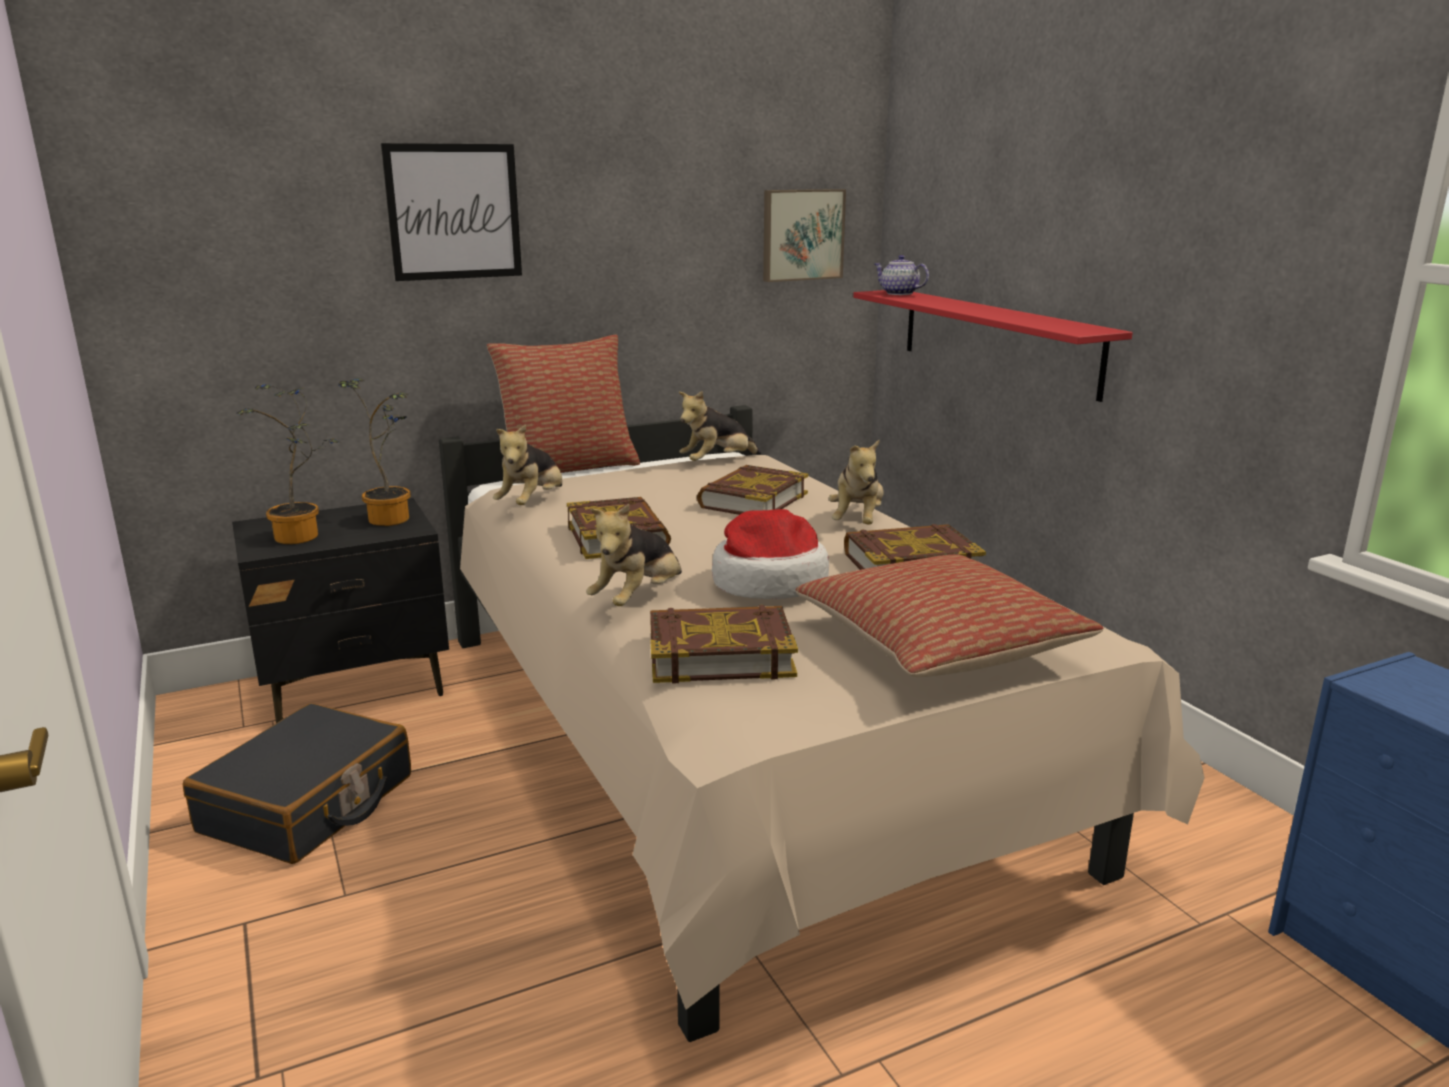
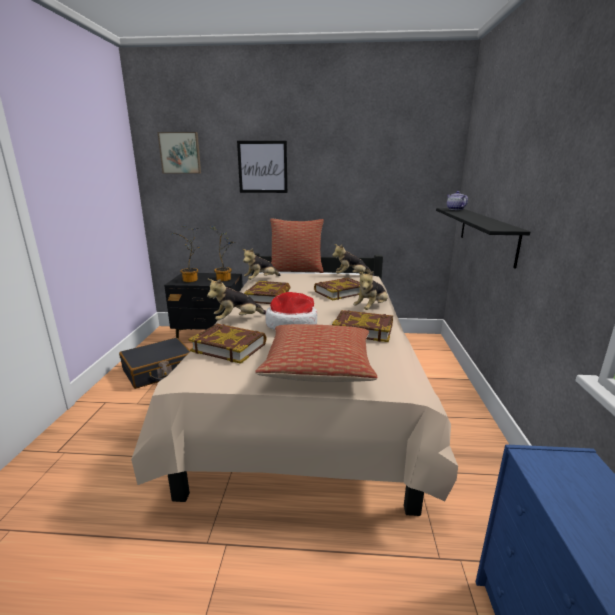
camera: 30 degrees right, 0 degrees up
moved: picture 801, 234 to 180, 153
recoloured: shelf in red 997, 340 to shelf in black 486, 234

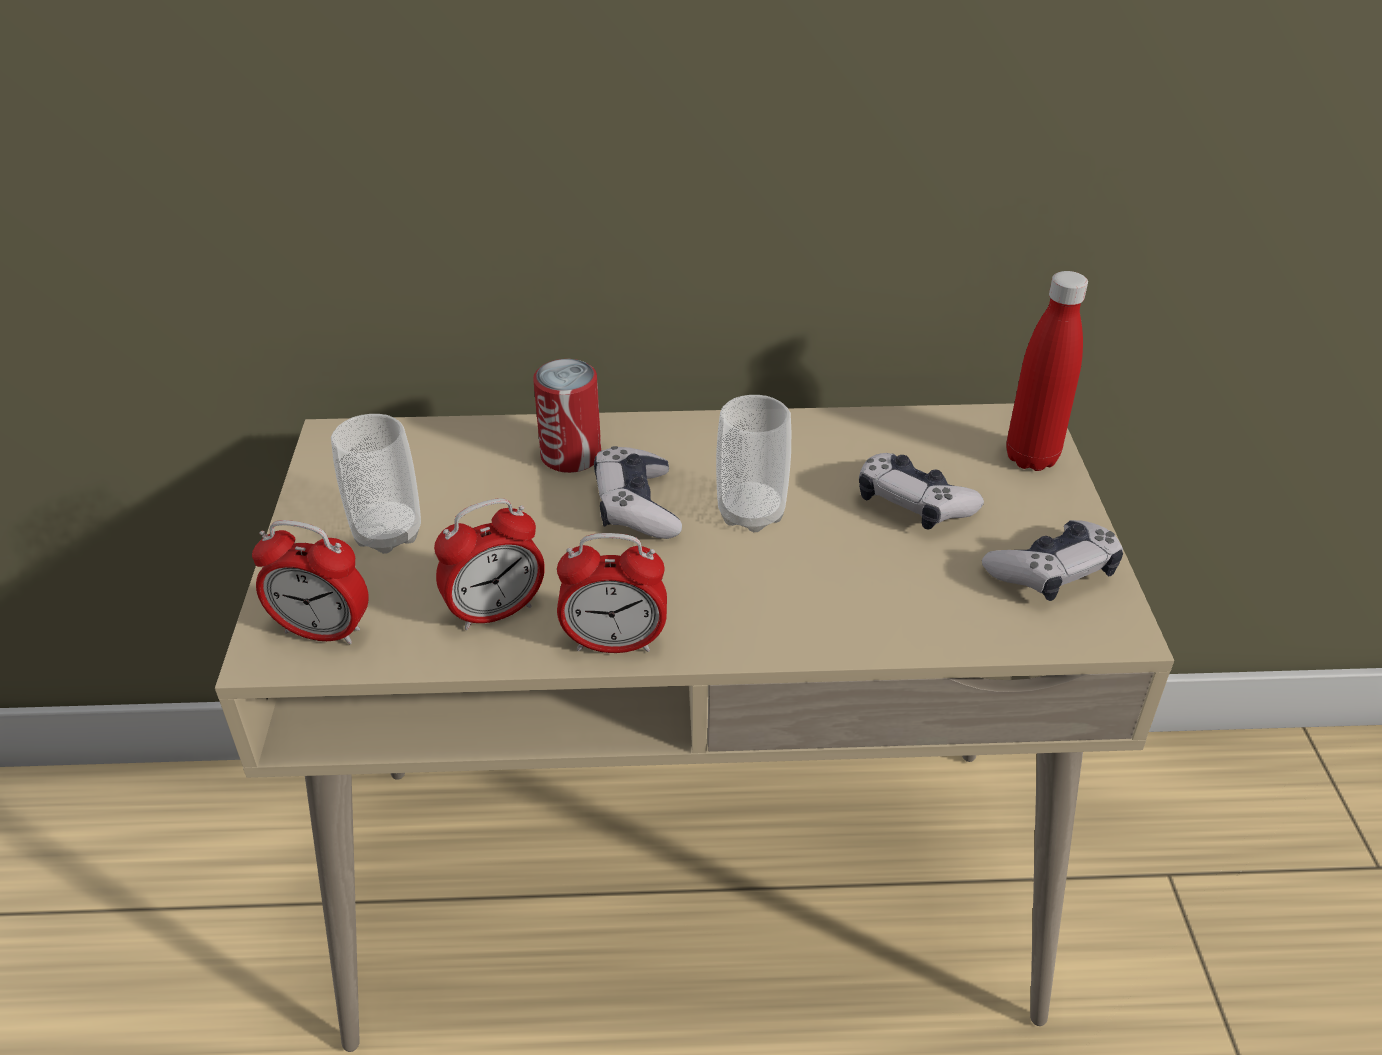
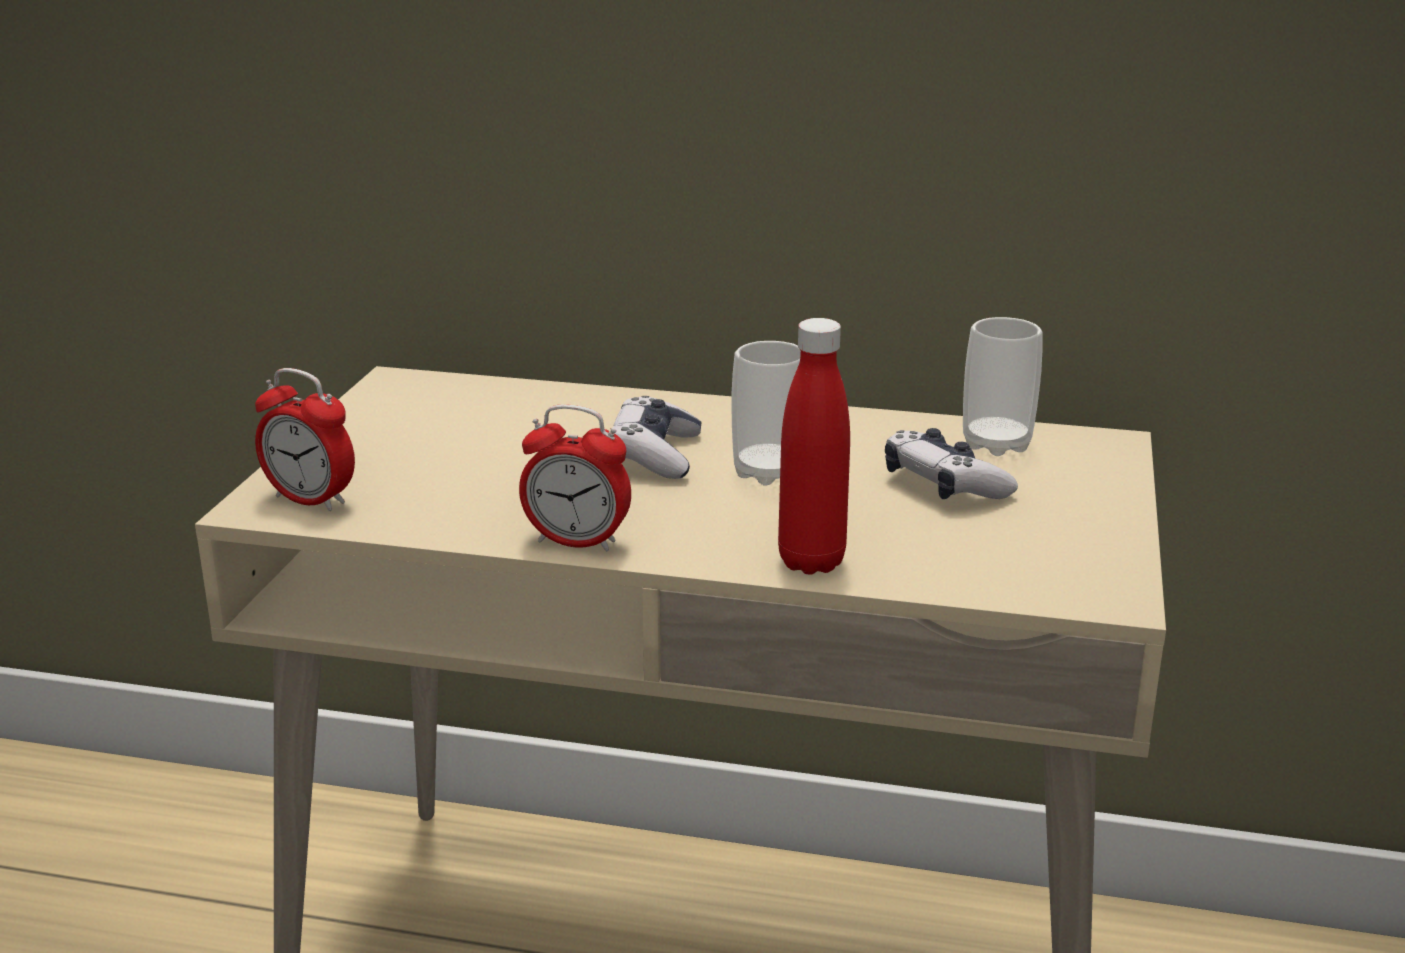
camera: 15 degrees right, 15 degrees down
removed: alarm clock 495, 612; can 571, 455; game controller 1052, 572
moved: bottle in red 1031, 458 to 811, 562; cup 387, 533 to 996, 444

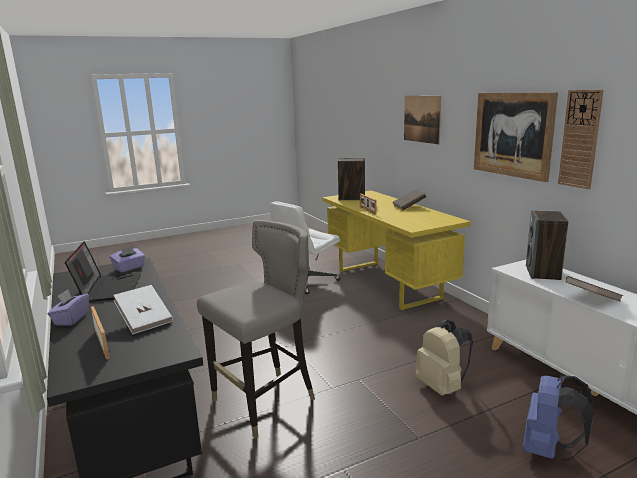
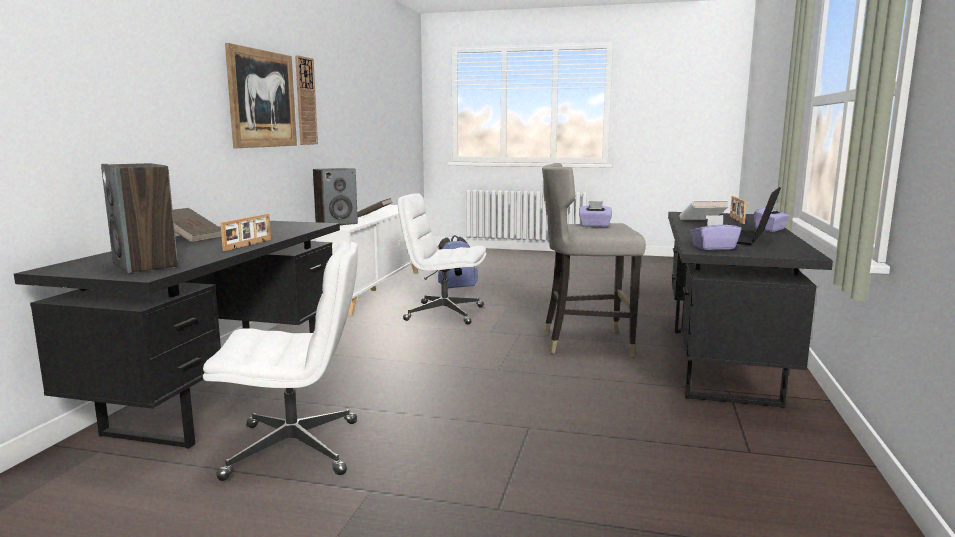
camera: 140 degrees left, 5 degrees down
removed: picture 421, 119
added: tissue box in purple 594, 225
replaced: backpack in beige 442, 387 to office chair in white 443, 313
recoloured: desk in yellow 388, 284 to desk in black 224, 390

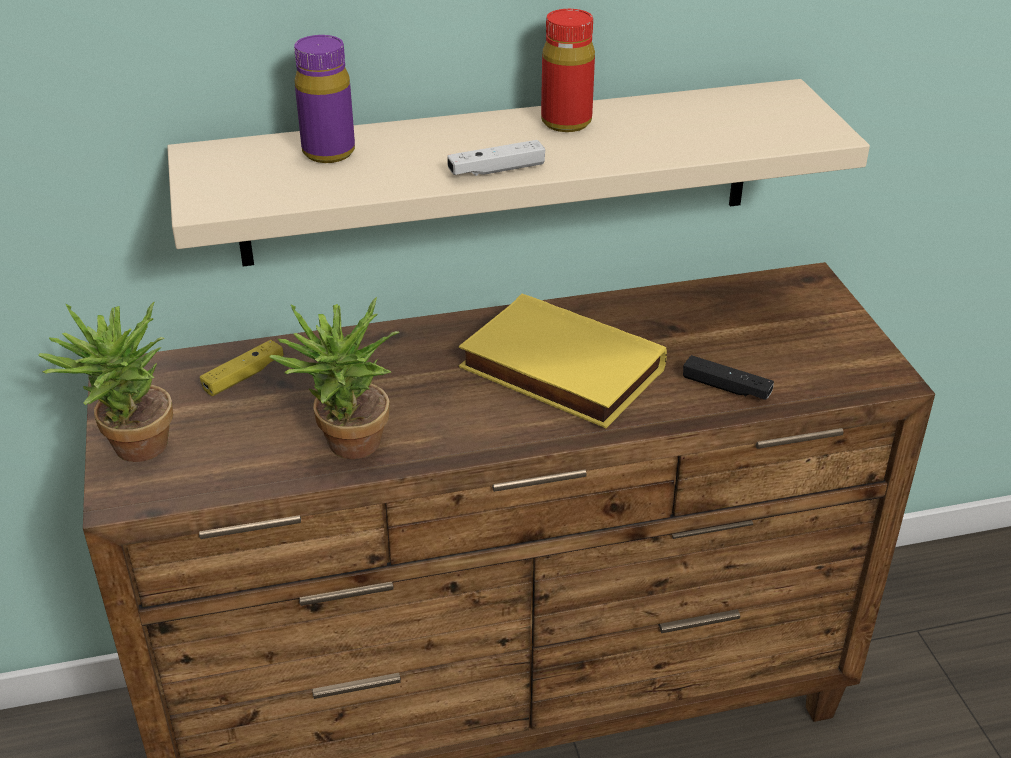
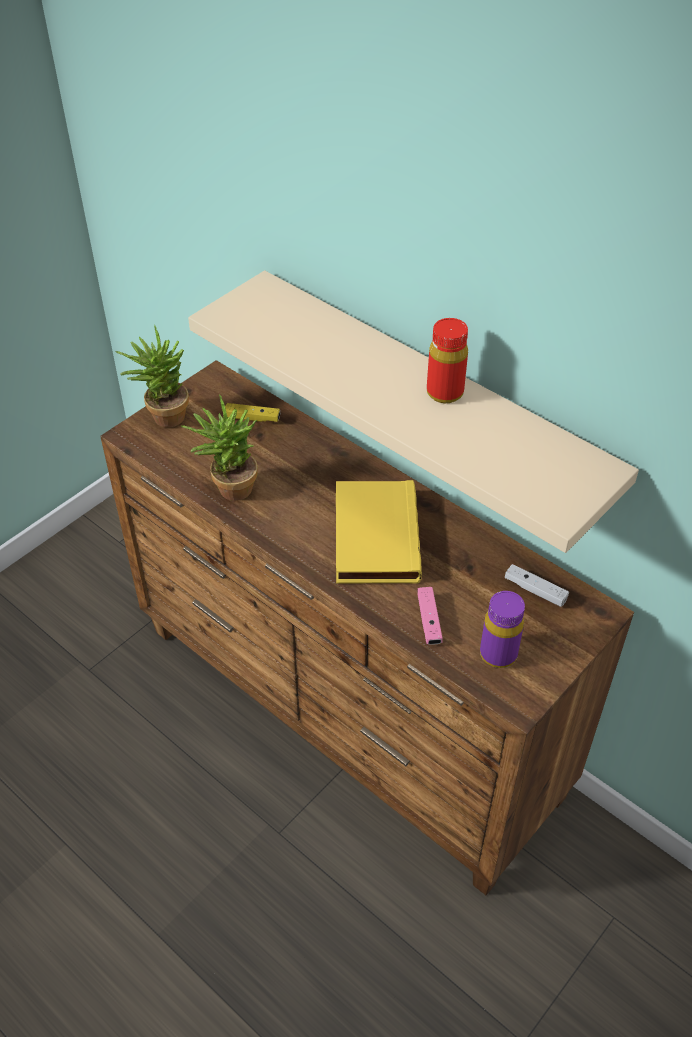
camera: 55 degrees right, 10 degrees up
moved: bottle in purple 328, 152 to 498, 654; game controller in white 496, 170 to 535, 590
recoloured: game controller in black 726, 387 to game controller in pink 429, 621

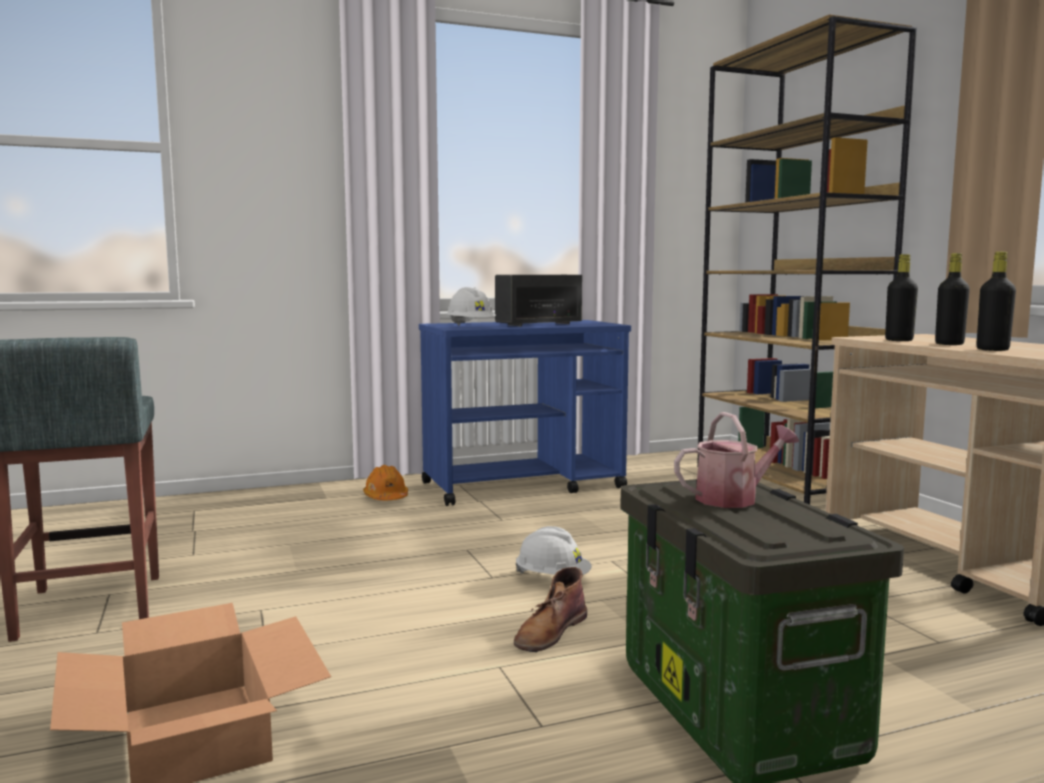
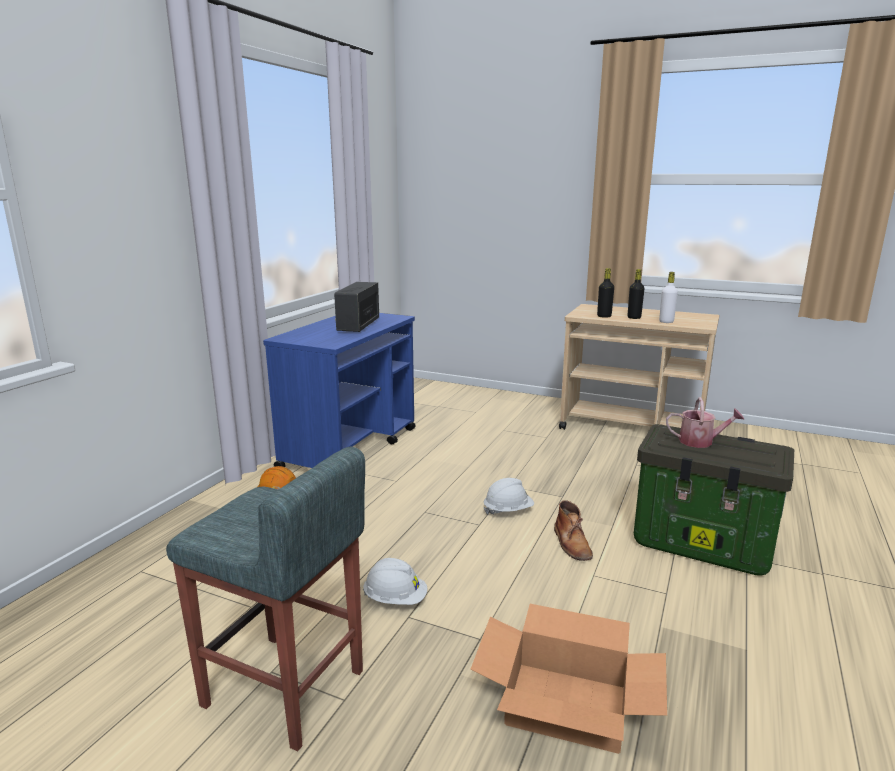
camera: 45 degrees left, 10 degrees up
removed: bookcase in brown 785, 482
moved: hard hat in white 471, 327 to 395, 599
recoloured: bottle in black 992, 350 to bottle in white 666, 322
turned: watering can 734, 498 = 700, 442 75 degrees clockwise

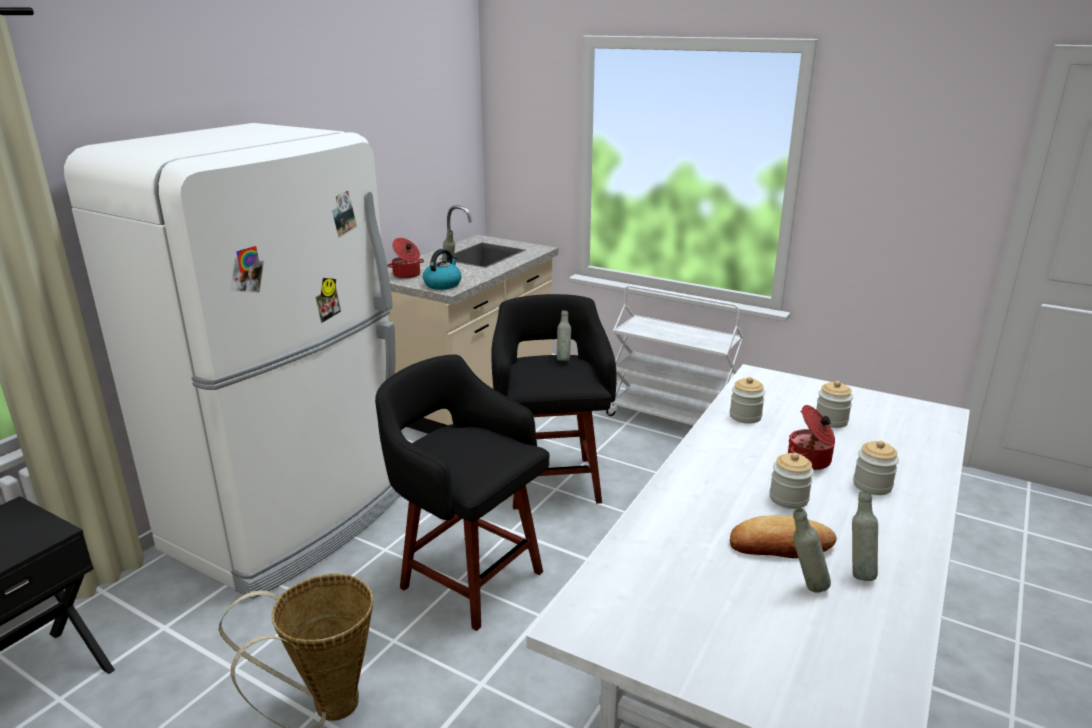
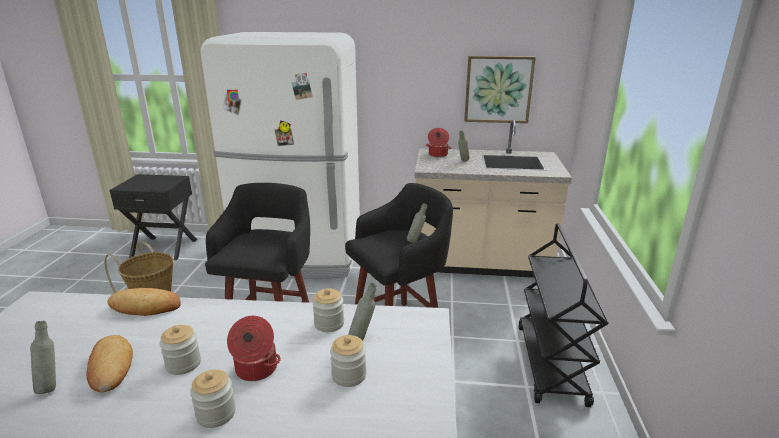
camera: 65 degrees right, 0 degrees up
removed: kettle 443, 284
added: bread 145, 306; picture 498, 89
moved: bottle in grey 858, 572 to 363, 338
recoloured: cart in white 671, 420 to cart in black 551, 365

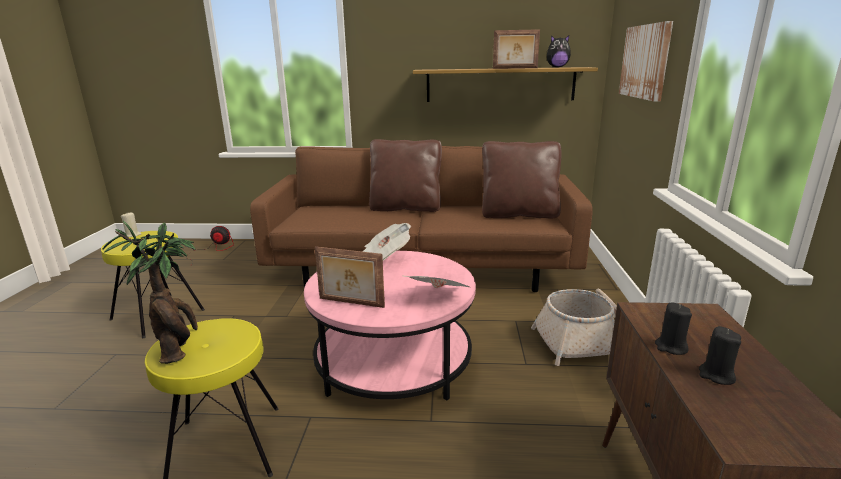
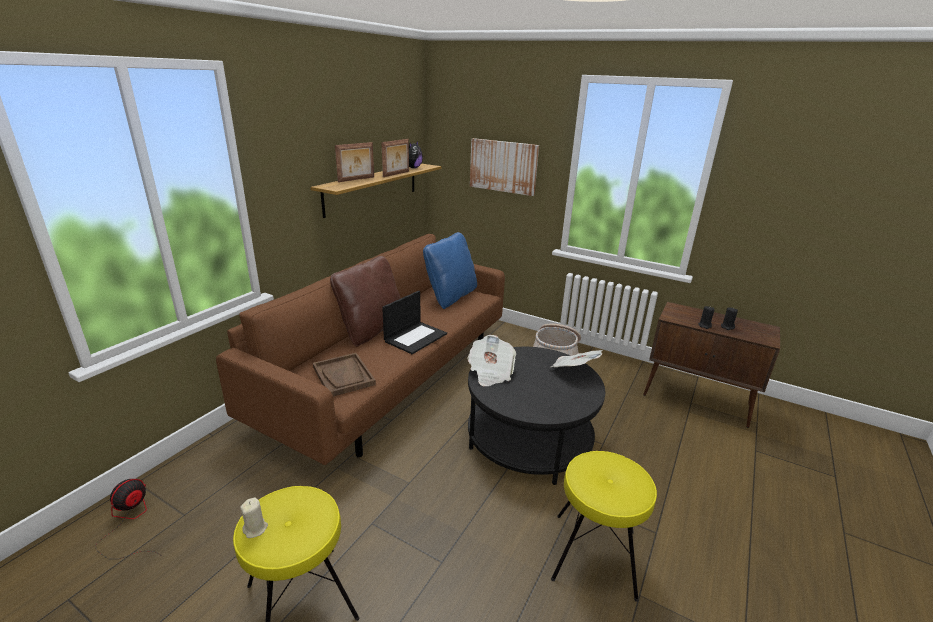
camera: 65 degrees left, 5 degrees up
removed: potted plant 177, 349
added: tray in brown 344, 376; laptop 415, 337
moved: picture frame 351, 303 to 357, 179
recoloured: pillow in brown 519, 214 to pillow in blue 451, 297; coffee table in pink 393, 361 to coffee table in black 529, 439

